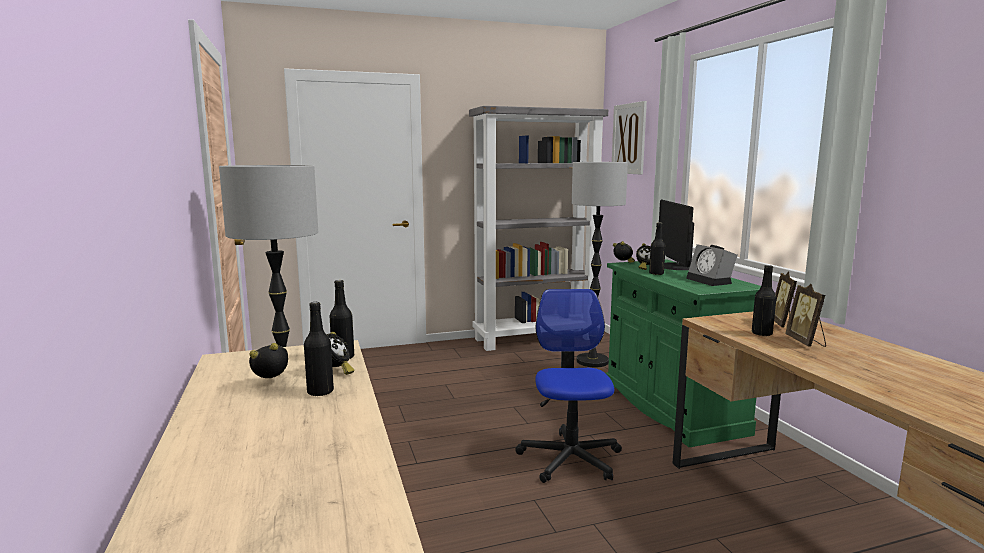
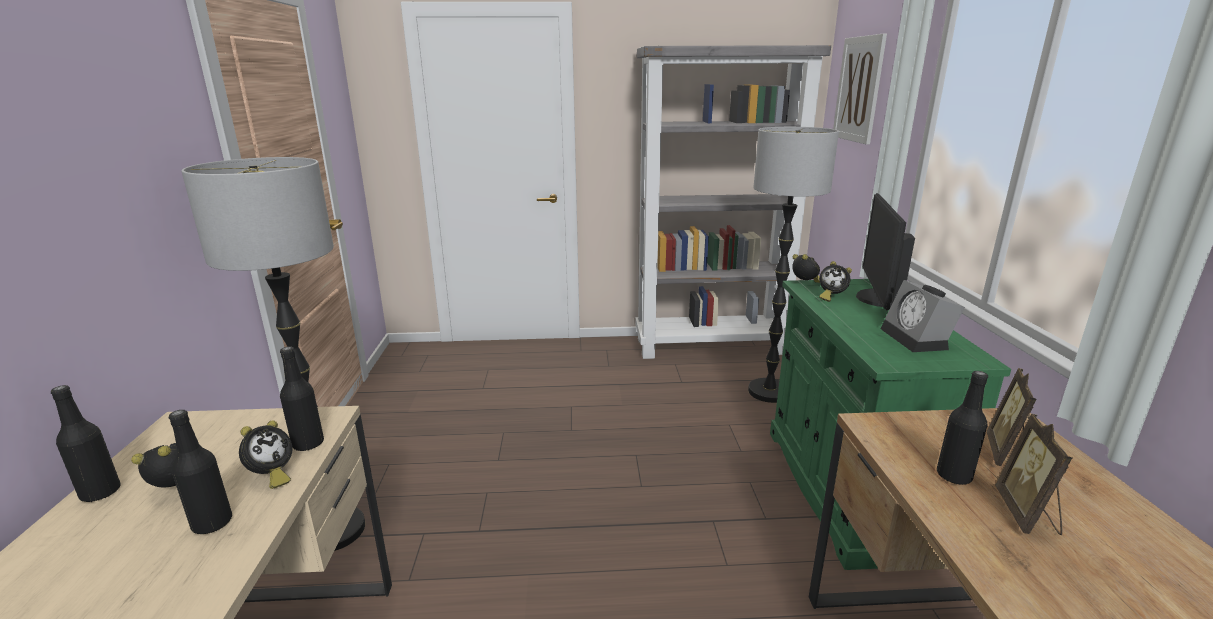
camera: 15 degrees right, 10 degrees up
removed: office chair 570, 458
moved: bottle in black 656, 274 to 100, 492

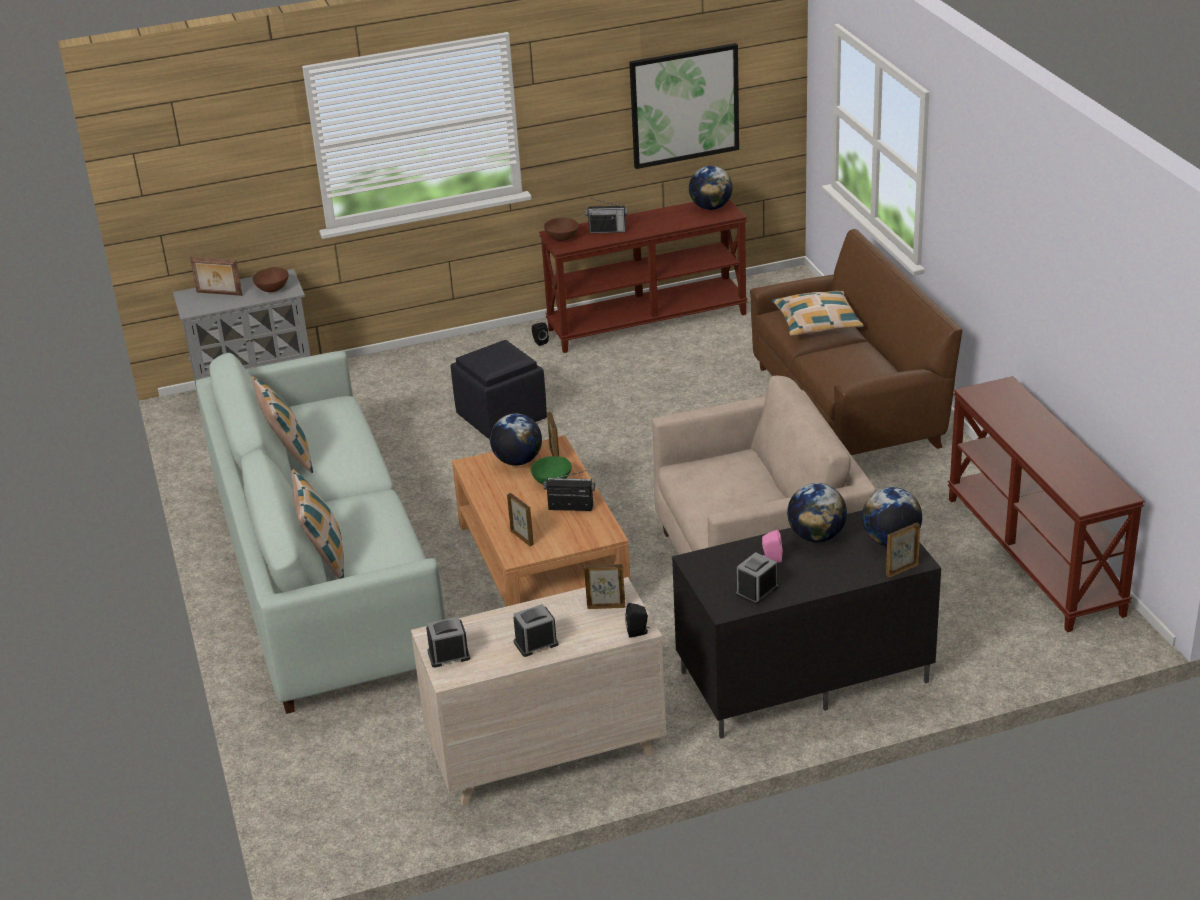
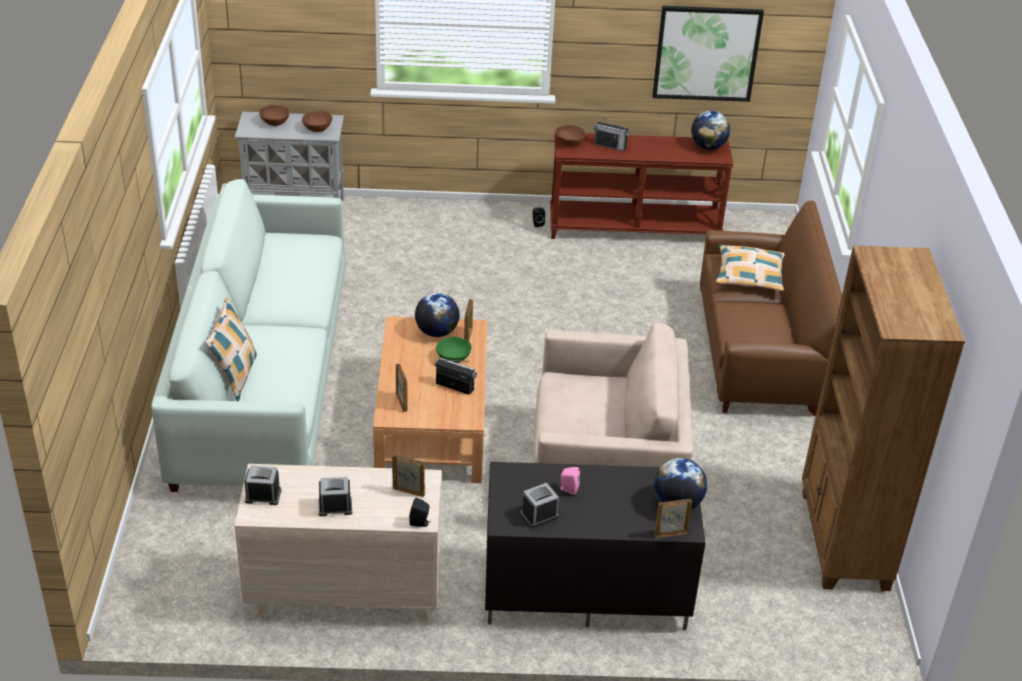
camera: 15 degrees right, 5 degrees up
removed: pillow 288, 456; ottoman in black 501, 416; globe 816, 536
replaced: picture frame 219, 294 to bowl in brown 275, 122; console table in brown 1035, 555 to bookcase in brown 843, 541

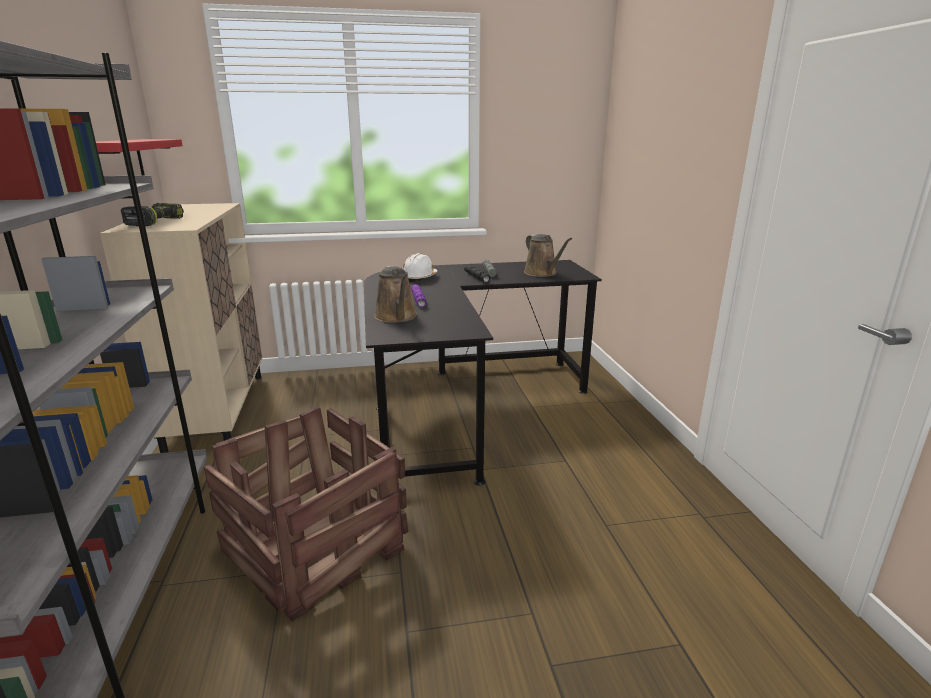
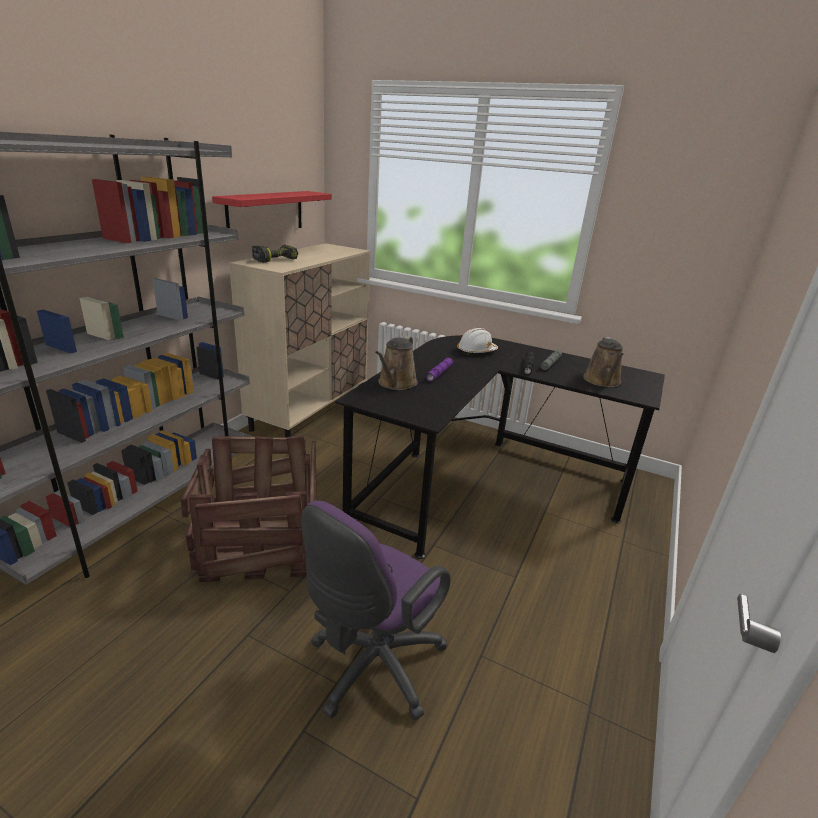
camera: 35 degrees right, 5 degrees up
added: office chair in purple 371, 668

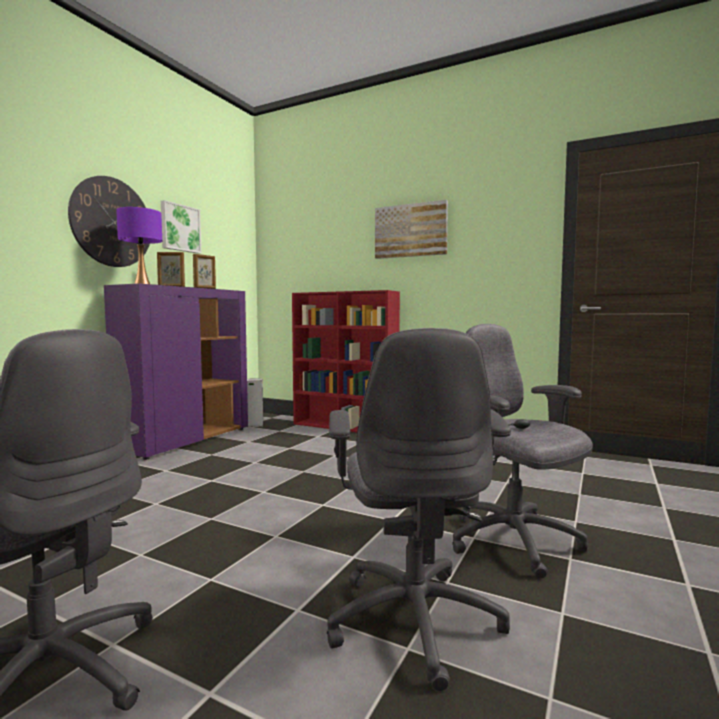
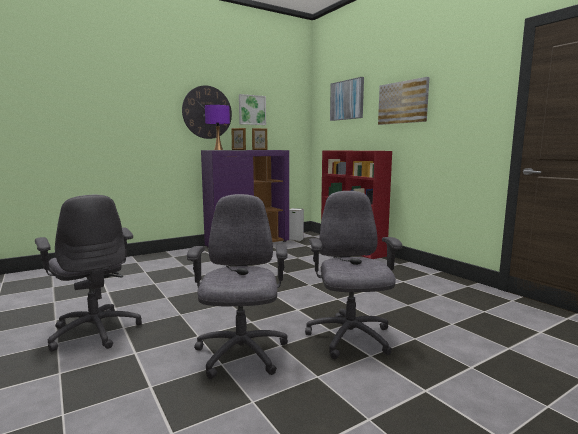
camera: 30 degrees right, 5 degrees up
added: picture 347, 100
turned: office chair in grey 415, 619 = 241, 355 150 degrees clockwise

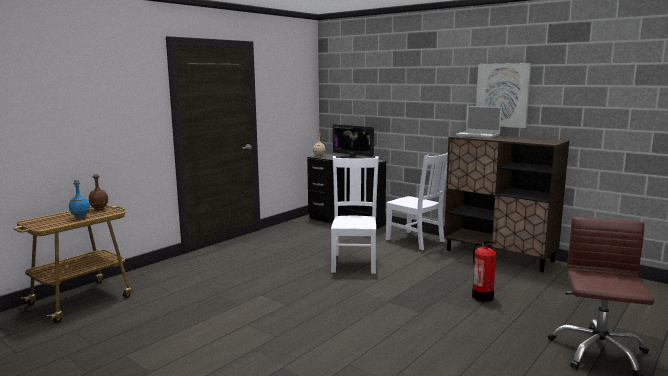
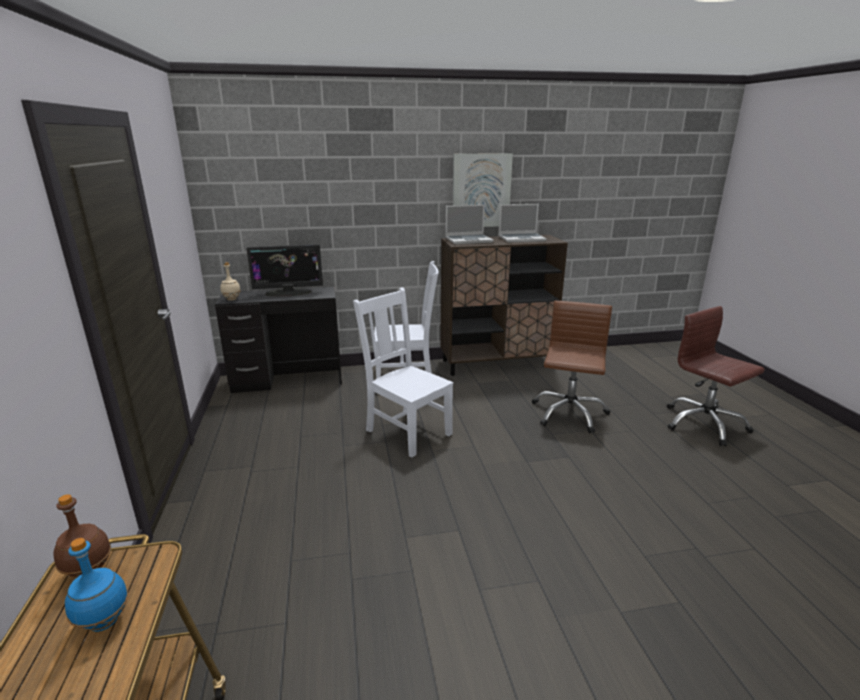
camera: 50 degrees left, 10 degrees up
added: laptop 522, 239
replaced: fire extinguisher 482, 296 to office chair in brown 568, 413

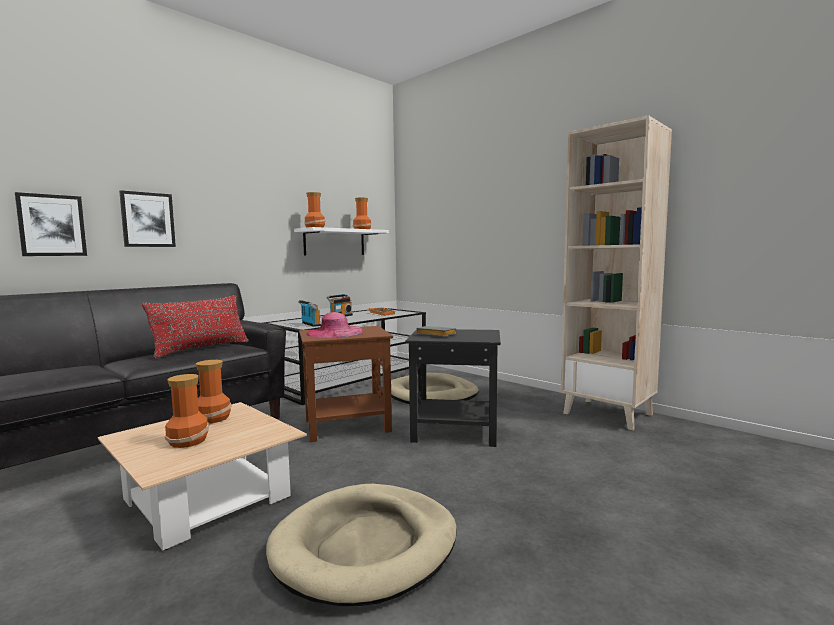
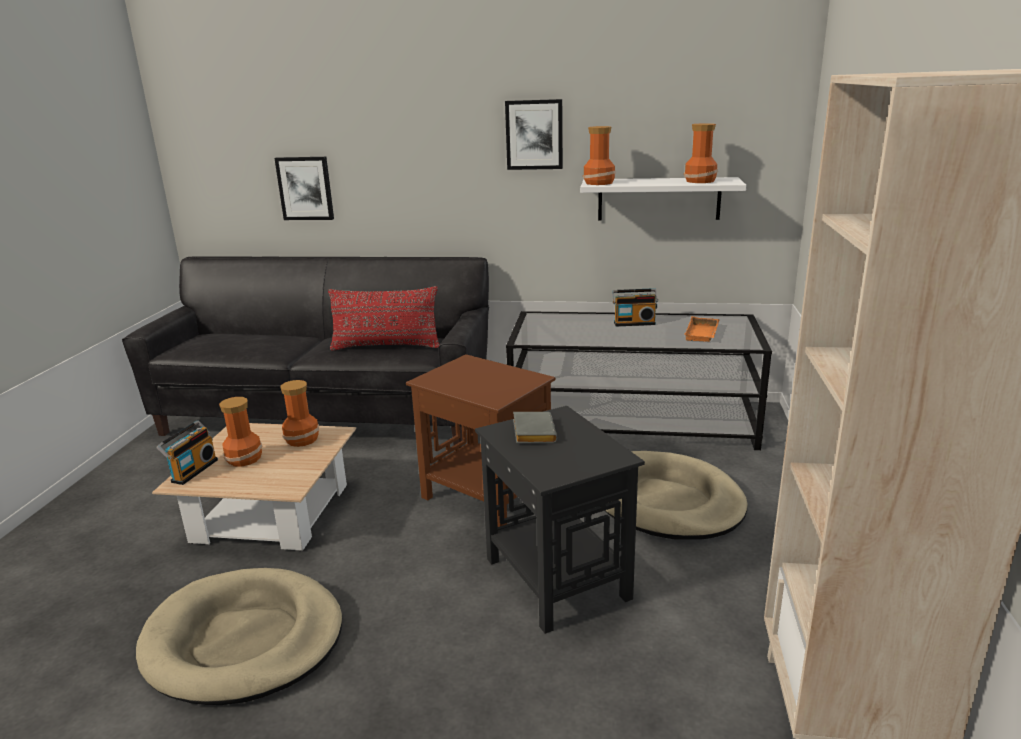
camera: 55 degrees right, 15 degrees up
removed: hat in pink 335, 332
moved: radio 310, 324 to 193, 470; picture 148, 220 to 534, 135

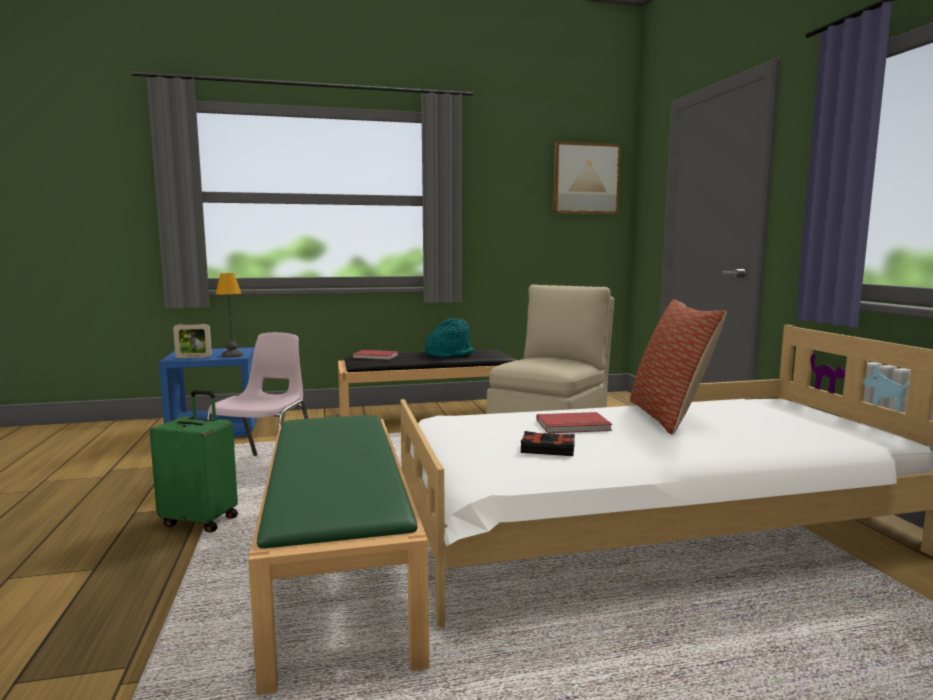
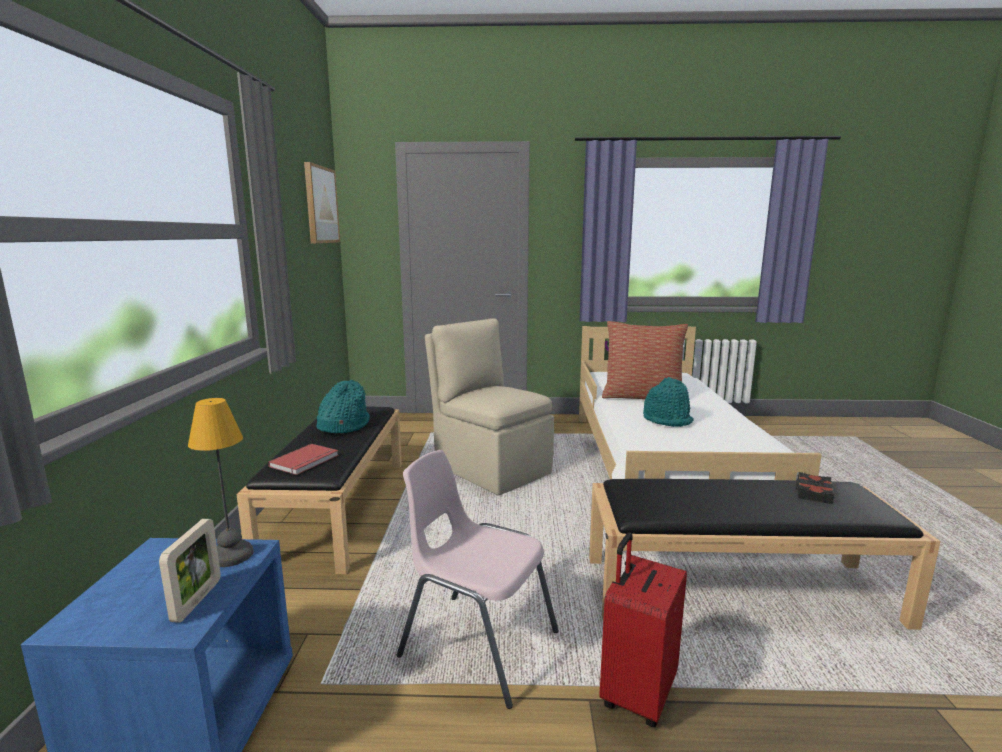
camera: 75 degrees left, 5 degrees up
moved: book in black 548, 449 to 813, 492
replaced: book in red 574, 426 to hat in turquoise 667, 419
recoloured: bench in green 340, 570 to bench in black 739, 590; suitcase in green 201, 520 to suitcase in red 636, 693

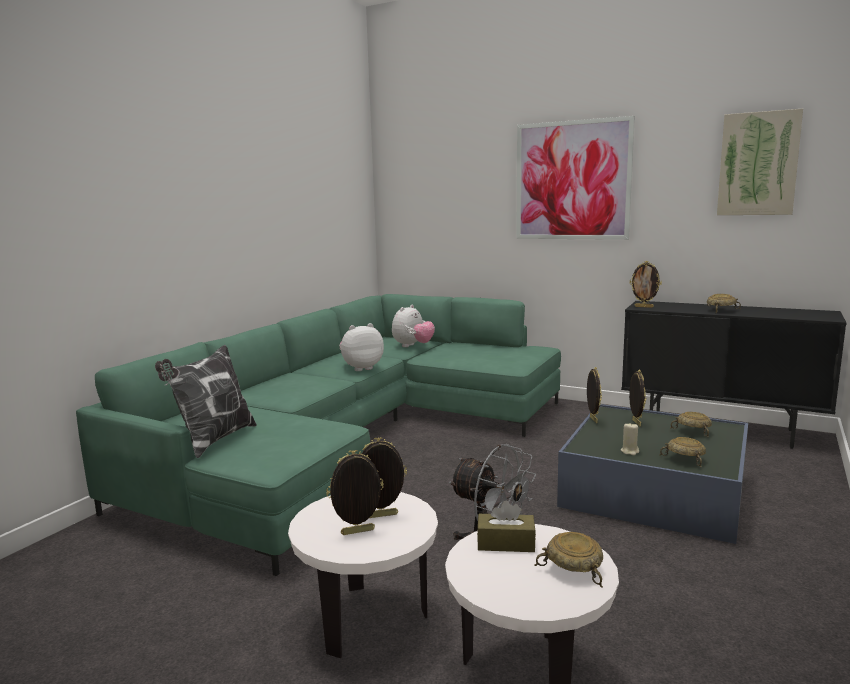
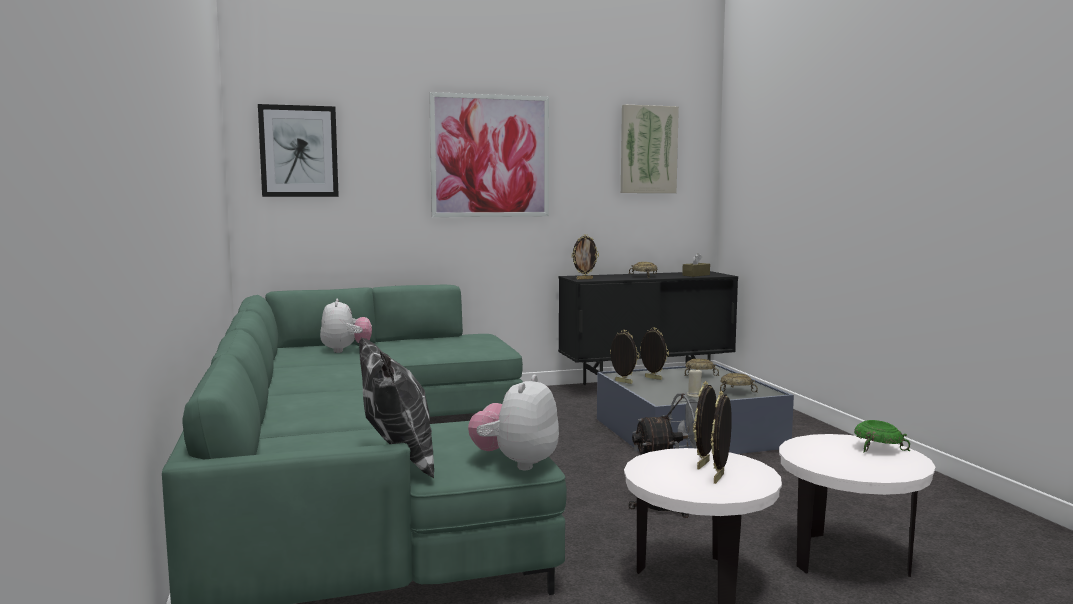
camera: 45 degrees left, 5 degrees down
added: picture 299, 151
moved: plush toy 361, 368 to 516, 463; tissue box in brown 506, 543 to 696, 275
recoloured: bowl in beige 572, 569 to bowl in green 876, 449

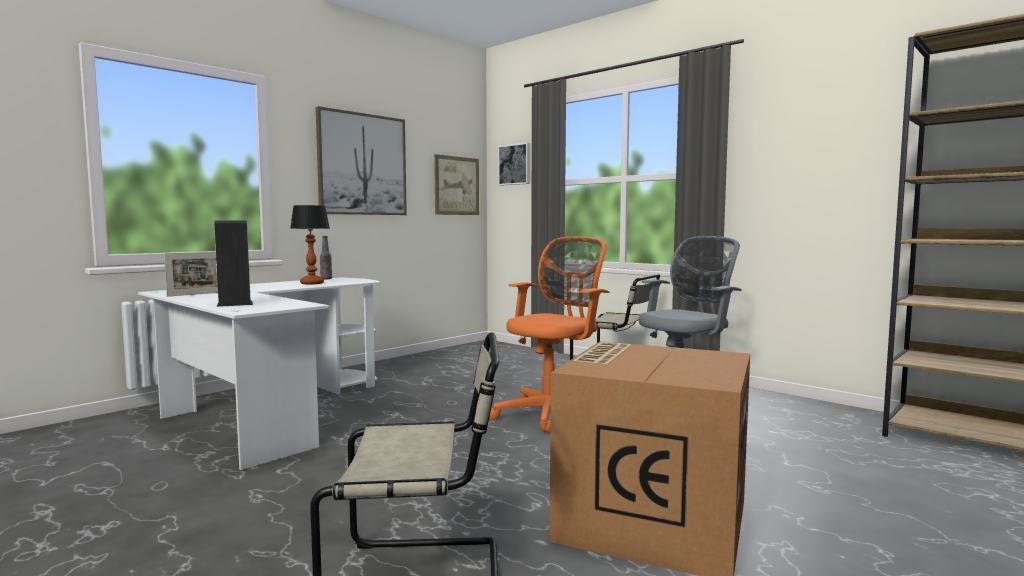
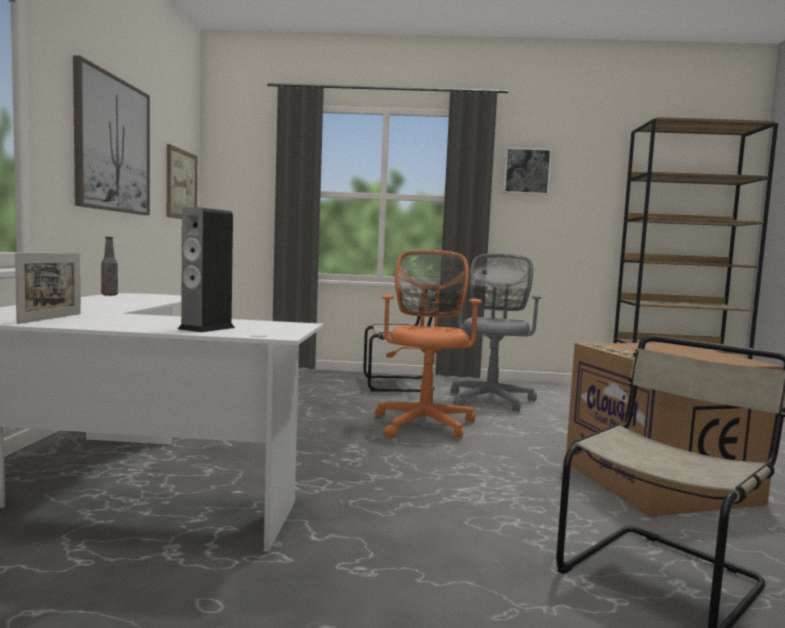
camera: 40 degrees left, 0 degrees up
removed: table lamp 311, 283
moved: picture 515, 164 to 526, 171

